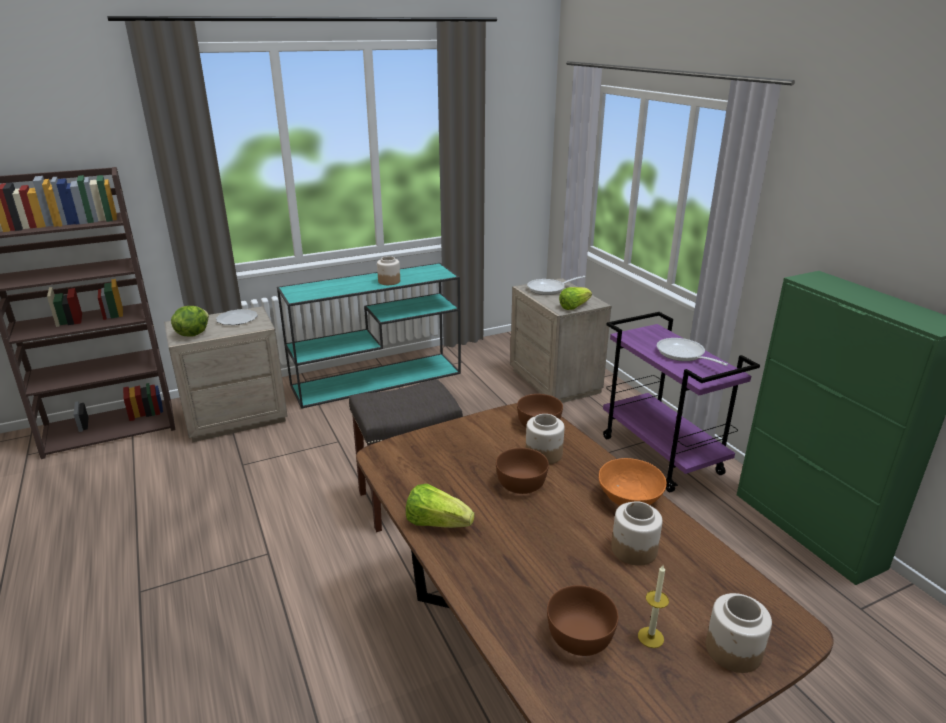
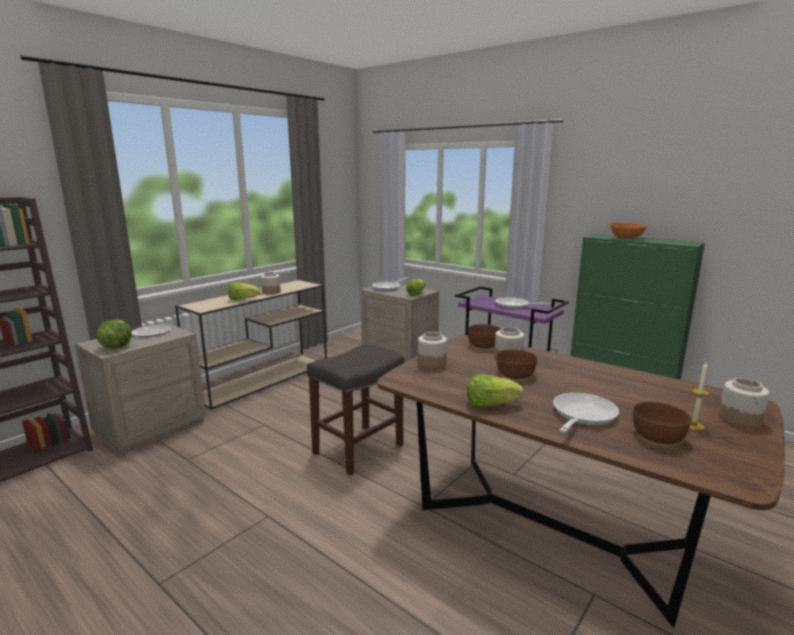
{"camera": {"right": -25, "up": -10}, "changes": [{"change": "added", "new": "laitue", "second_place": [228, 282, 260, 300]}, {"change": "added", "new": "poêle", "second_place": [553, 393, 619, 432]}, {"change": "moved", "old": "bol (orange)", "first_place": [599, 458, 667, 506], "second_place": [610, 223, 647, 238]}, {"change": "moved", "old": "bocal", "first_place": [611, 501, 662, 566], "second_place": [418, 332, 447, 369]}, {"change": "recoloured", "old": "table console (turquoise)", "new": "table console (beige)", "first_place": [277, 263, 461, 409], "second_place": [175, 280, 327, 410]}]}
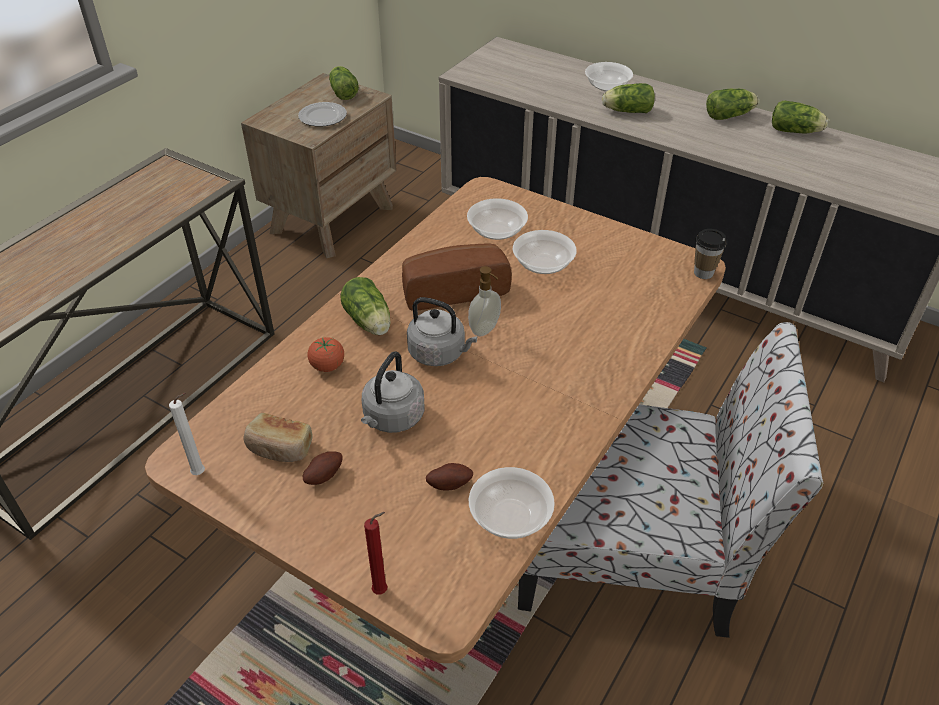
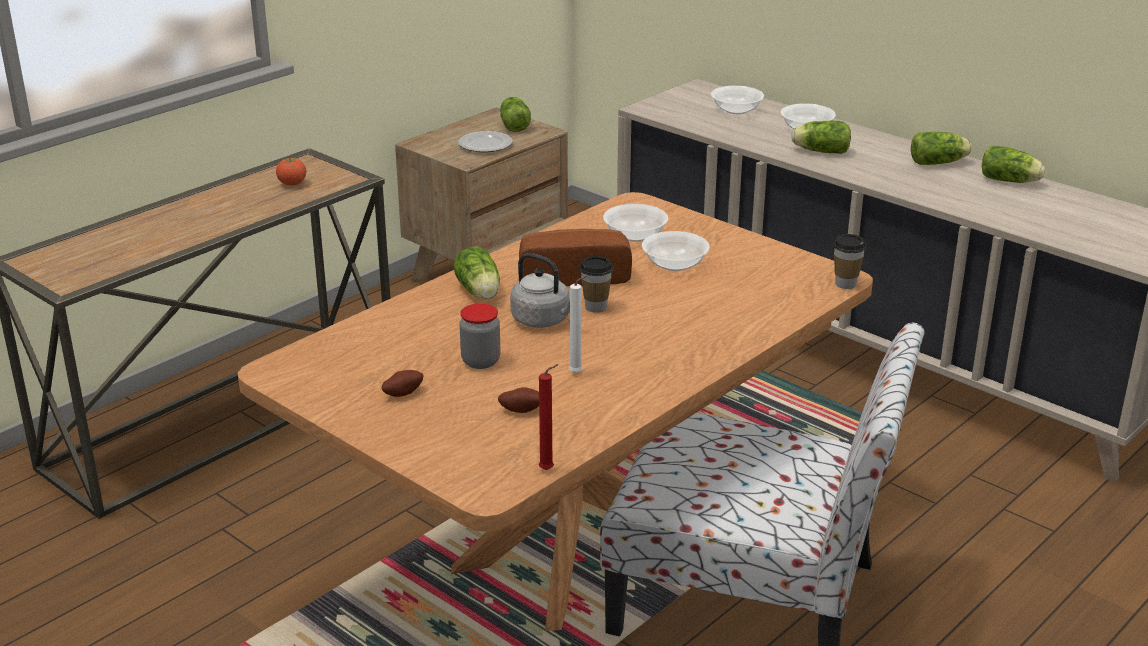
{"camera": {"right": 10, "up": -15}, "changes": [{"change": "removed", "old": "pain", "first_place": [243, 413, 313, 462]}, {"change": "moved", "old": "bougie (blanc)", "first_place": [169, 393, 205, 475], "second_place": [569, 275, 587, 373]}, {"change": "moved", "old": "tomate", "first_place": [308, 337, 344, 372], "second_place": [276, 157, 306, 186]}, {"change": "moved", "old": "bougie (rouge)", "first_place": [364, 512, 388, 595], "second_place": [539, 364, 559, 470]}, {"change": "moved", "old": "bol", "first_place": [469, 467, 555, 539], "second_place": [711, 86, 764, 114]}, {"change": "replaced", "old": "bouilloire (gris)", "new": "bocal", "first_place": [361, 351, 425, 433], "second_place": [459, 303, 501, 369]}, {"change": "replaced", "old": "distributeur de savon", "new": "tasse", "first_place": [468, 266, 501, 336], "second_place": [579, 256, 613, 313]}]}
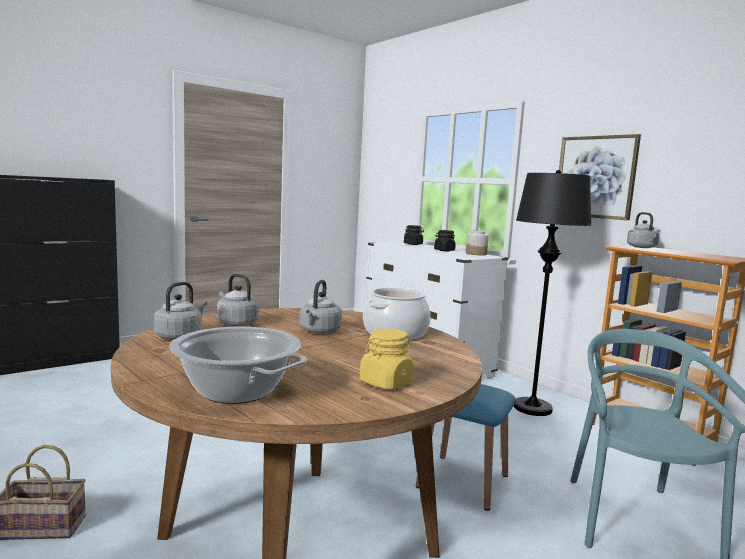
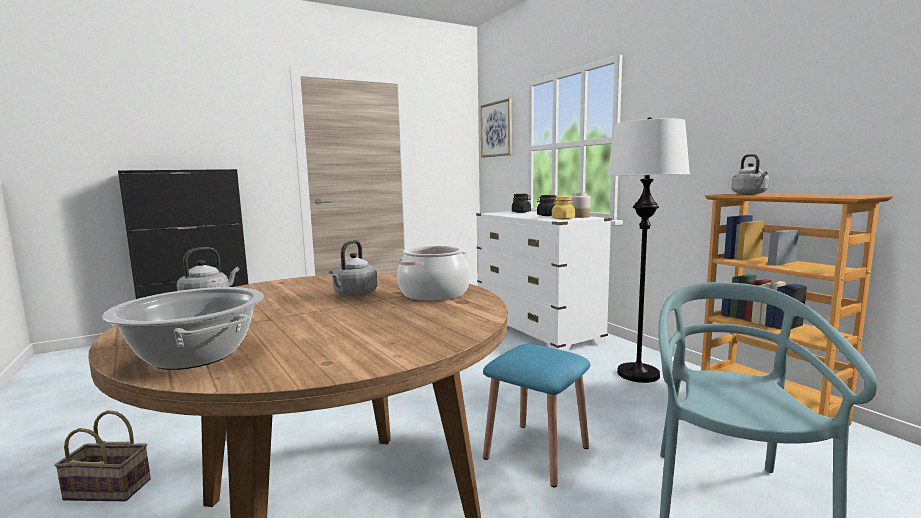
{"camera": {"right": 10, "up": 0}, "changes": [{"change": "removed", "old": "bouilloire (gris)", "first_place": [217, 274, 259, 327]}, {"change": "moved", "old": "bocal (jaune)", "first_place": [360, 329, 414, 389], "second_place": [552, 196, 575, 219]}, {"change": "moved", "old": "tableau", "first_place": [559, 134, 641, 220], "second_place": [480, 98, 512, 158]}, {"change": "recoloured", "old": "lampadaire (noir)", "new": "lampadaire (blanc)", "first_place": [514, 170, 592, 416], "second_place": [607, 117, 690, 383]}]}
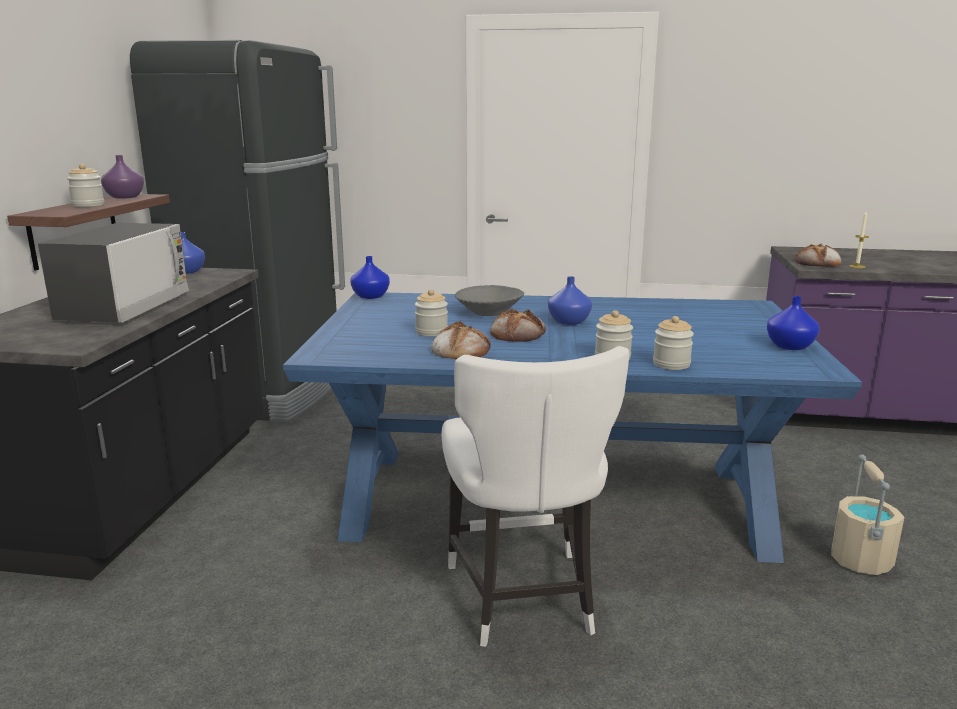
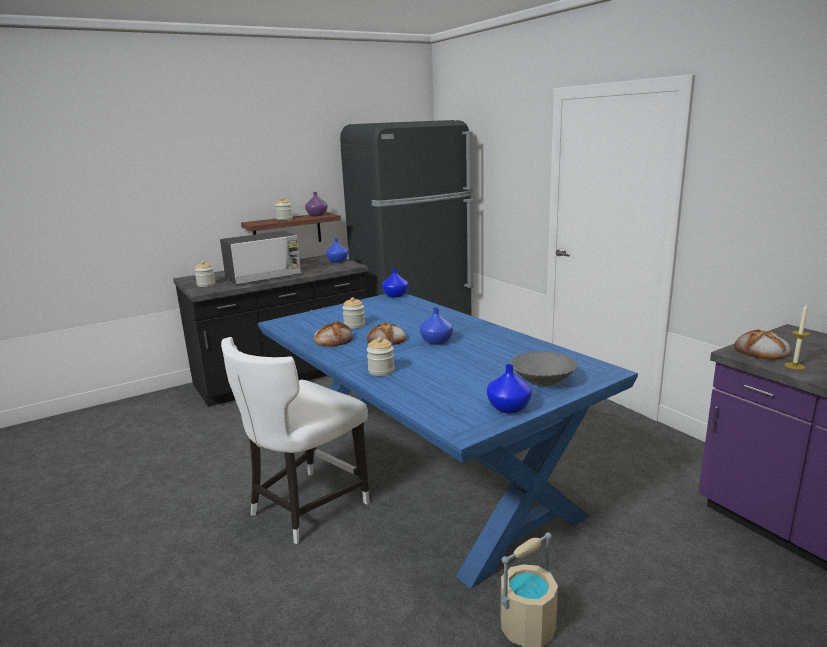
{"camera": {"right": 50, "up": 0}, "changes": [{"change": "moved", "old": "bol (gris)", "first_place": [455, 285, 524, 316], "second_place": [510, 351, 578, 386]}, {"change": "moved", "old": "bocal", "first_place": [653, 316, 694, 370], "second_place": [194, 261, 215, 287]}]}
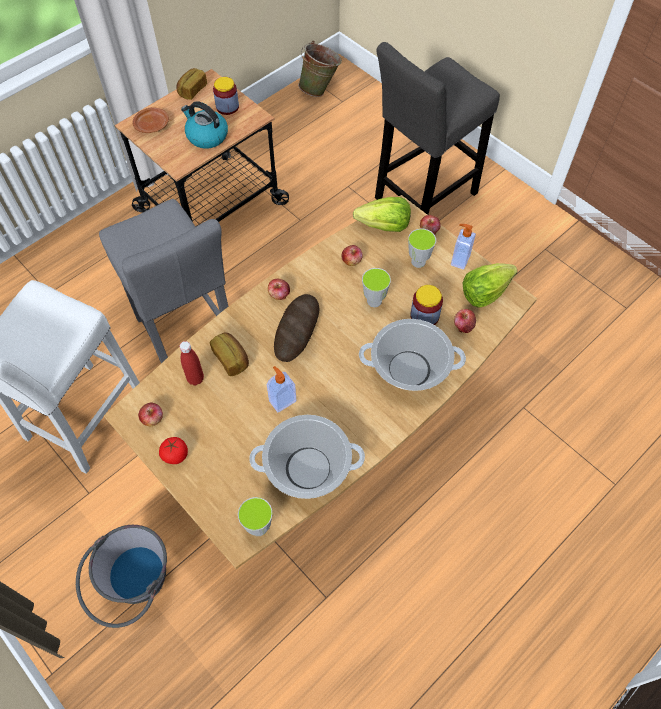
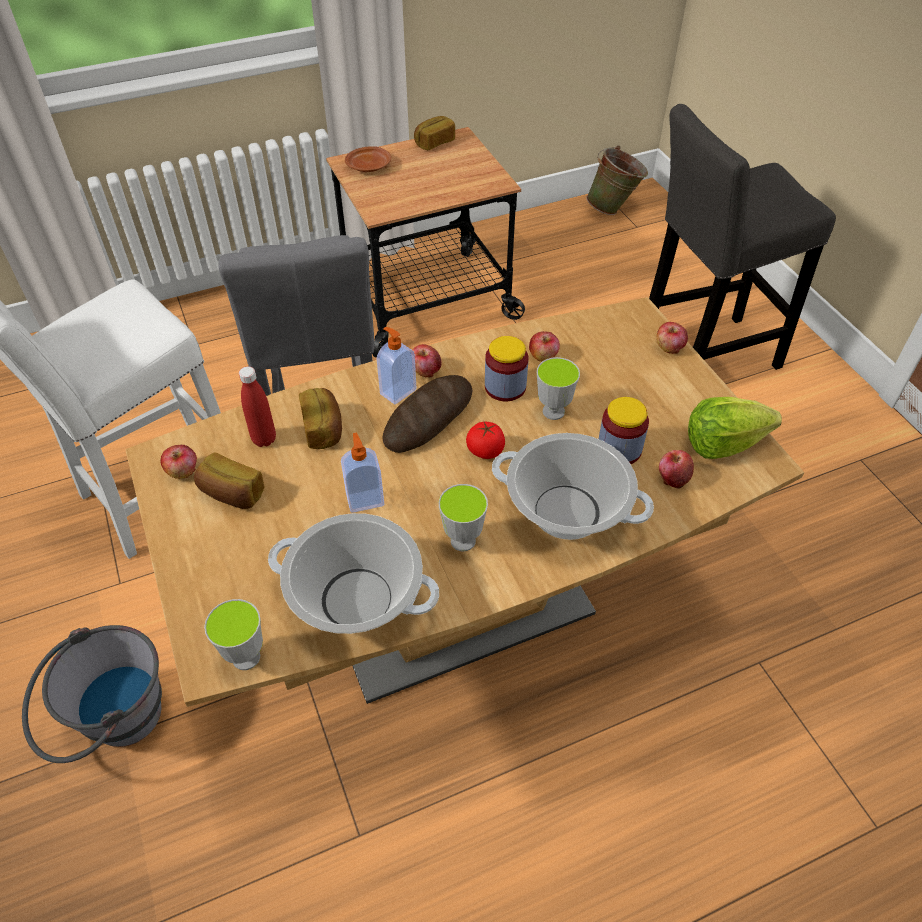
{"camera": {"right": 20, "up": -10}, "changes": [{"change": "removed", "old": "bouilloire", "first_place": [181, 101, 228, 149]}, {"change": "removed", "old": "laitue", "first_place": [353, 197, 411, 232]}, {"change": "added", "new": "pain", "second_place": [194, 452, 265, 509]}, {"change": "moved", "old": "tomate", "first_place": [159, 437, 188, 464], "second_place": [466, 422, 505, 459]}, {"change": "moved", "old": "bocal", "first_place": [213, 77, 239, 115], "second_place": [485, 336, 528, 401]}, {"change": "moved", "old": "tasse", "first_place": [408, 228, 436, 268], "second_place": [439, 484, 488, 551]}, {"change": "moved", "old": "distributeur de savon", "first_place": [451, 224, 476, 270], "second_place": [377, 327, 416, 405]}]}
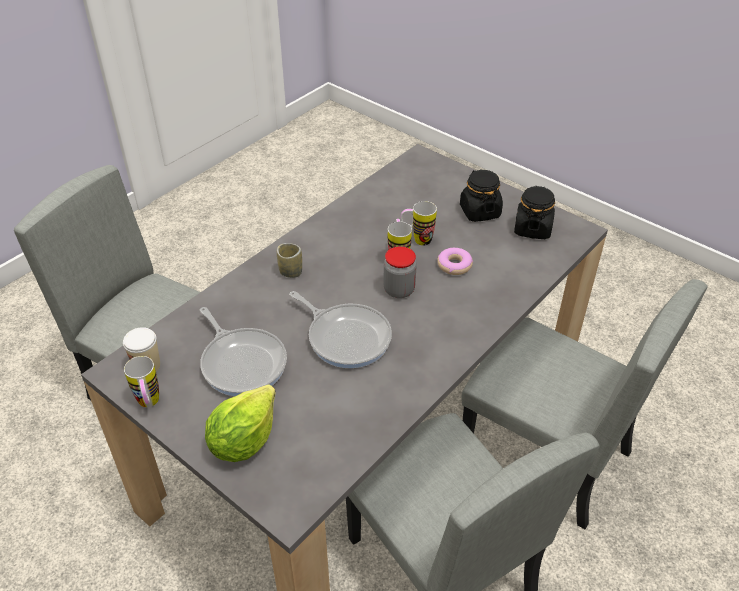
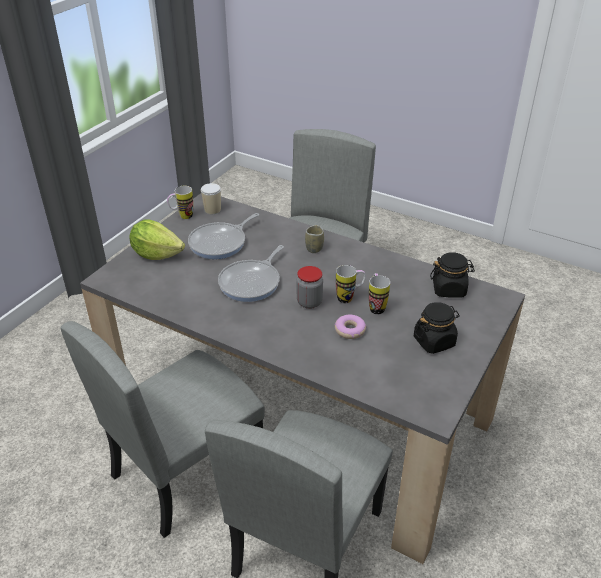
{"camera": {"right": 80, "up": -5}, "changes": [{"change": "moved", "old": "bocal (noir)", "first_place": [514, 186, 555, 239], "second_place": [430, 252, 475, 298]}]}
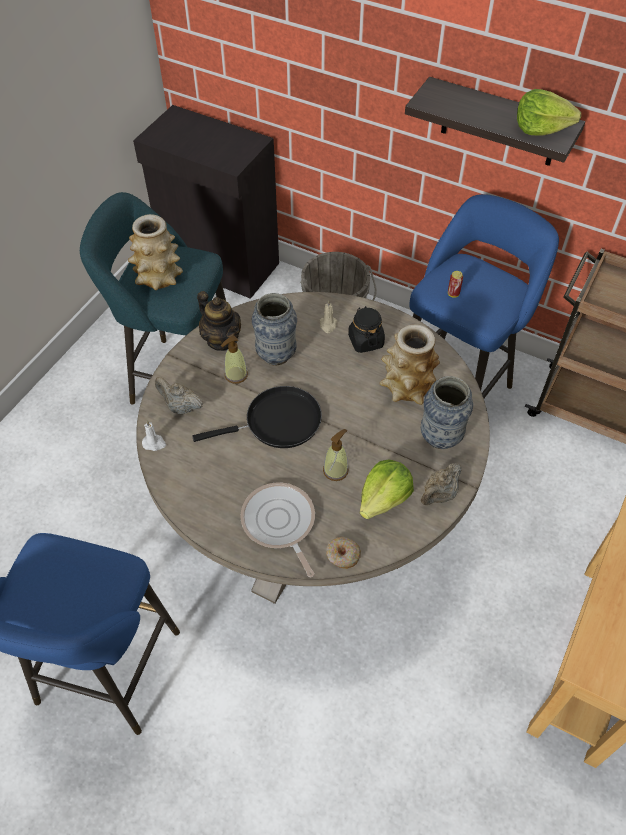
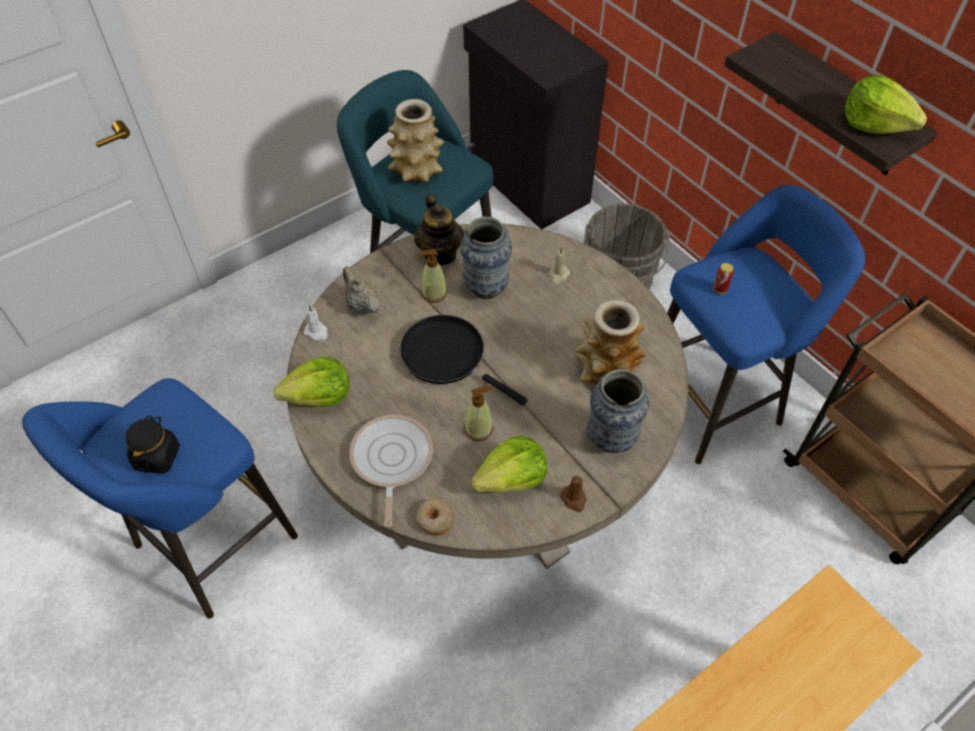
{"camera": {"right": 25, "up": 0}, "changes": [{"change": "added", "new": "laitue", "second_place": [274, 357, 350, 407]}, {"change": "moved", "old": "bocal (noir)", "first_place": [348, 306, 385, 353], "second_place": [126, 416, 180, 474]}, {"change": "replaced", "old": "théière (beige)", "new": "bougie (marron)", "first_place": [421, 463, 461, 505], "second_place": [560, 475, 587, 512]}, {"change": "turned", "old": "poêle (noir)", "first_place": [192, 386, 322, 448], "second_place": [400, 315, 528, 405], "degrees": -150}]}
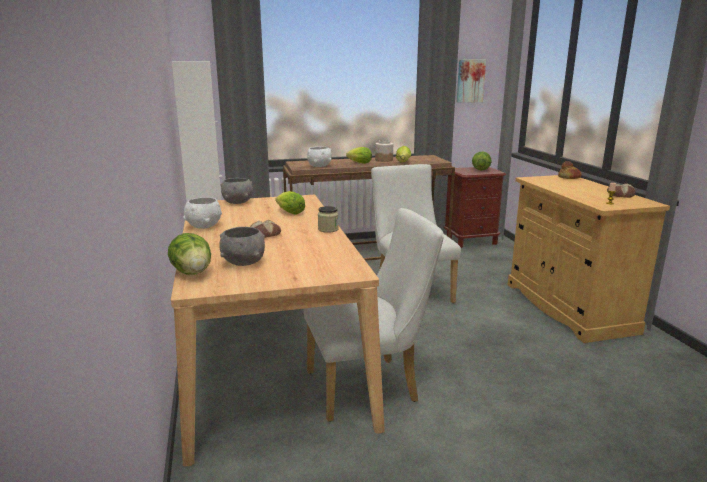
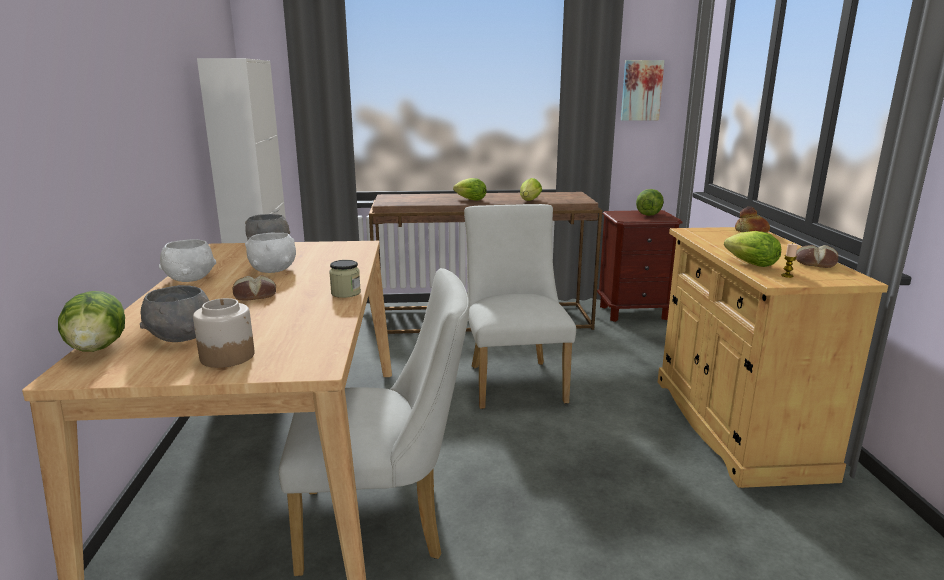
{"camera": {"right": 10, "up": 0}, "changes": [{"change": "moved", "old": "laitue", "first_place": [275, 191, 305, 214], "second_place": [724, 231, 781, 267]}, {"change": "moved", "old": "bol (blanc)", "first_place": [307, 147, 332, 167], "second_place": [245, 233, 296, 273]}, {"change": "moved", "old": "bocal", "first_place": [375, 140, 393, 162], "second_place": [193, 298, 255, 368]}]}
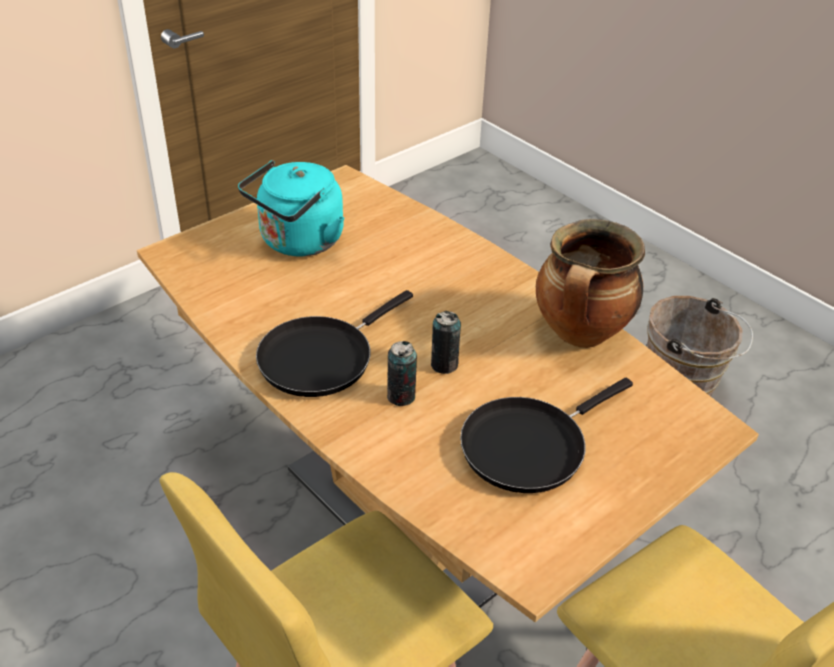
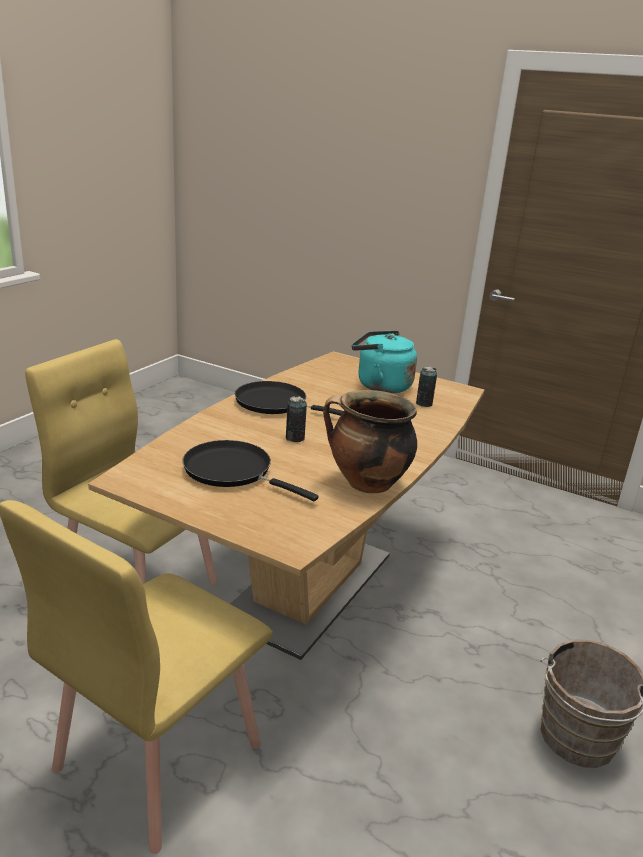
{"camera": {"right": 70, "up": -15}, "changes": [{"change": "moved", "old": "boîte métallique", "first_place": [387, 341, 417, 406], "second_place": [416, 367, 437, 407]}]}
